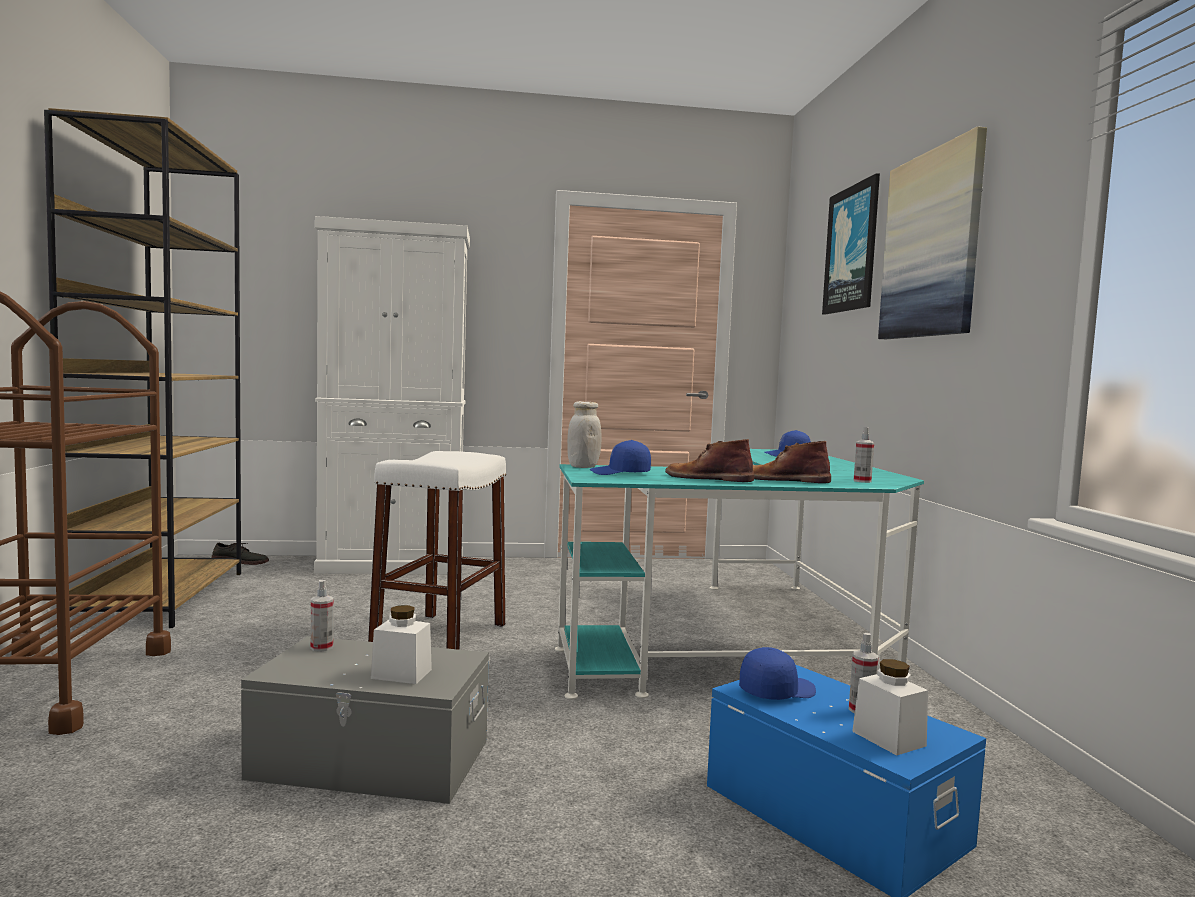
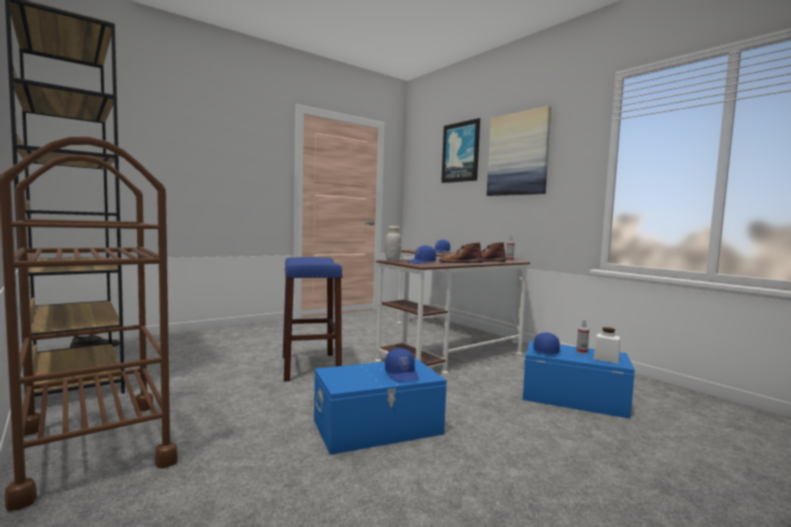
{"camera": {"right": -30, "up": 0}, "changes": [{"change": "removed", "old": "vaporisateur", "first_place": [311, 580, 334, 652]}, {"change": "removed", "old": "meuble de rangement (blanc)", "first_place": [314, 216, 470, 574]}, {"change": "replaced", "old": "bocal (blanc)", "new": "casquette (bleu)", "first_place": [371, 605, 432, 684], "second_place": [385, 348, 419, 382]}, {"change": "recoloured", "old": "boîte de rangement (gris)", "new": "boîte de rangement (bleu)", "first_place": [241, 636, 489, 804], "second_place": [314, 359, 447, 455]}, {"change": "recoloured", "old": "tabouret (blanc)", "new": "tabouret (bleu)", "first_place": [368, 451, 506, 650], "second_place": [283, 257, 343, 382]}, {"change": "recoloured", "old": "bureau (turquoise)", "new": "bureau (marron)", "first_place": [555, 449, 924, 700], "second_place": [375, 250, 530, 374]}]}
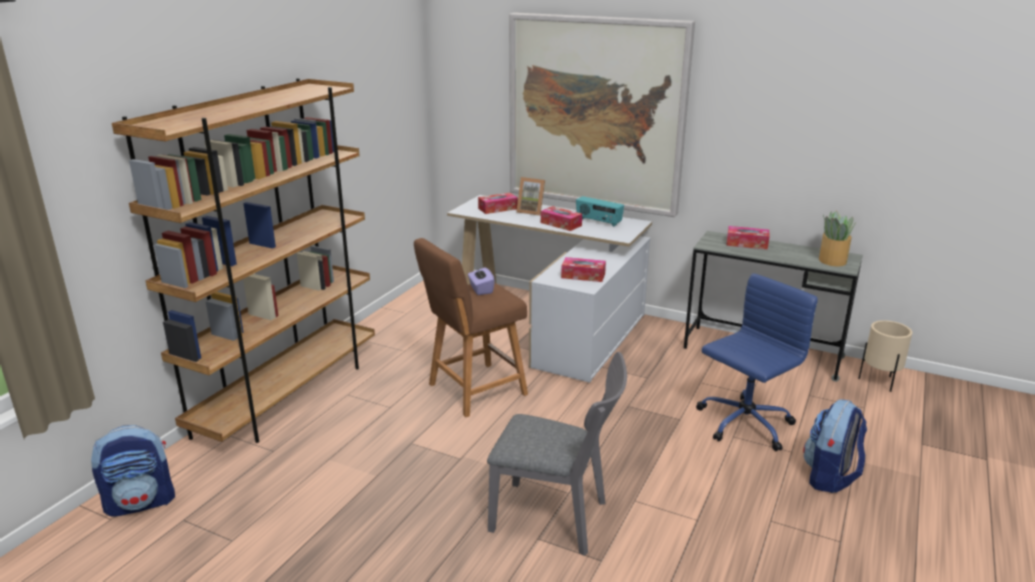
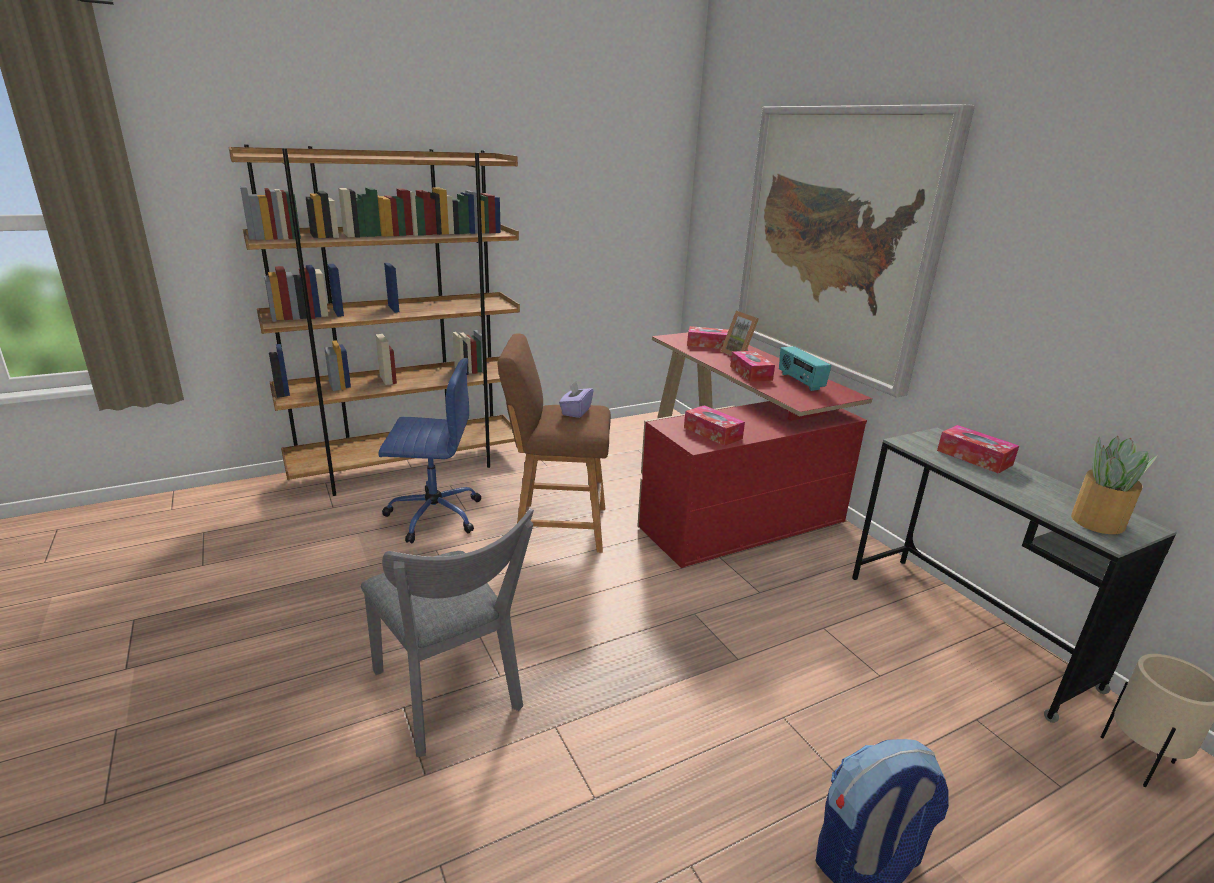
{"camera": {"right": 35, "up": 0}, "changes": [{"change": "removed", "old": "sac à dos", "first_place": [91, 425, 175, 517]}, {"change": "moved", "old": "chaise de bureau (bleu)", "first_place": [696, 273, 818, 451], "second_place": [378, 358, 481, 543]}, {"change": "recoloured", "old": "bureau (blanc)", "new": "bureau (rouge)", "first_place": [447, 195, 652, 383], "second_place": [637, 332, 872, 568]}]}
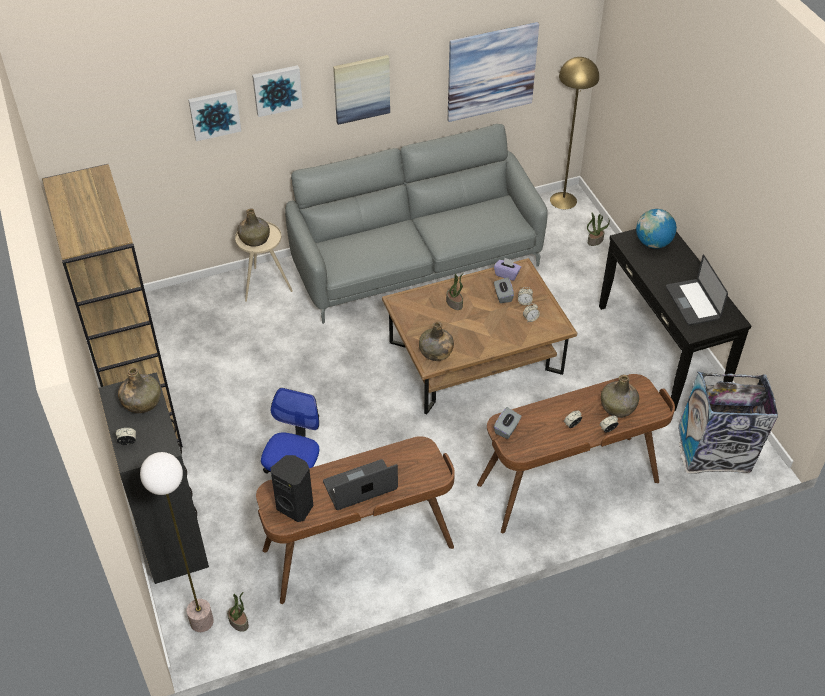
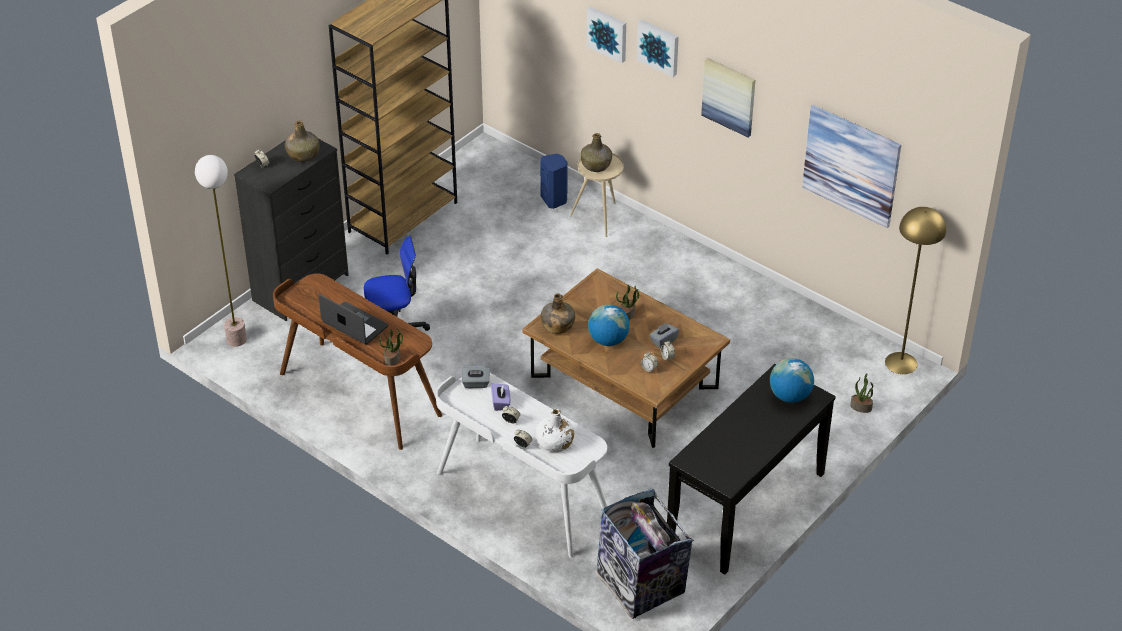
{"camera": {"right": 60, "up": -5}, "changes": [{"change": "removed", "old": "enceinte (noir)", "first_place": [271, 455, 313, 522]}, {"change": "removed", "old": "canapé (gris)", "first_place": [285, 124, 548, 324]}, {"change": "removed", "old": "ordinateur portable", "first_place": [666, 254, 728, 325]}, {"change": "added", "new": "enceinte (bleu)", "second_place": [540, 154, 567, 209]}, {"change": "added", "new": "globe", "second_place": [588, 304, 630, 346]}, {"change": "moved", "old": "plante en pot", "first_place": [227, 592, 249, 632], "second_place": [379, 328, 403, 366]}, {"change": "moved", "old": "boîte à mouchoirs (violet)", "first_place": [494, 257, 521, 281], "second_place": [491, 383, 510, 411]}, {"change": "recoloured", "old": "bureau (marron)", "new": "bureau (blanc)", "first_place": [477, 374, 675, 534], "second_place": [436, 373, 607, 558]}, {"change": "recoloured", "old": "bouteille (vert)", "new": "bouteille (blanc)", "first_place": [601, 375, 639, 418], "second_place": [536, 409, 574, 452]}]}
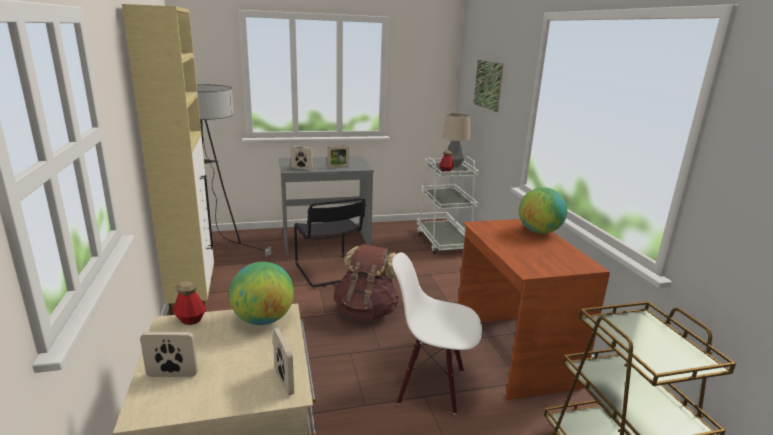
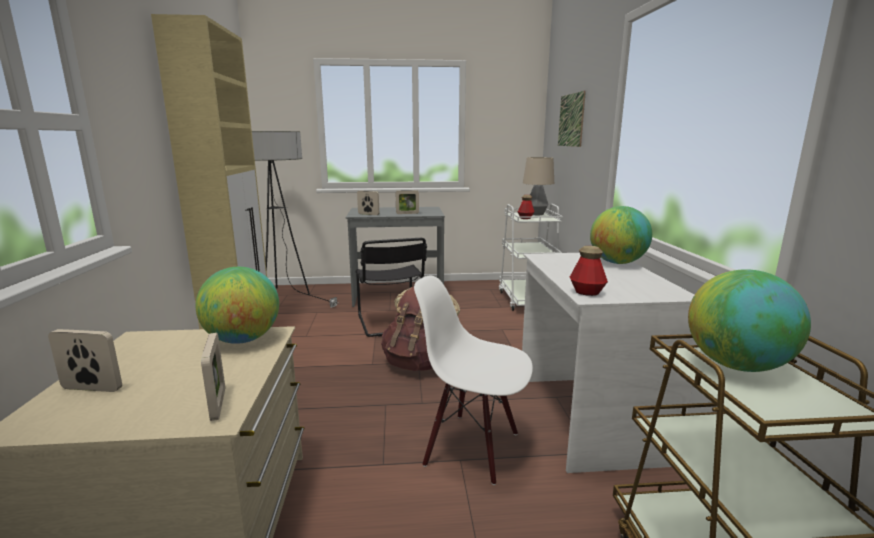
{"camera": {"right": 10, "up": -5}, "changes": [{"change": "added", "new": "globe", "second_place": [688, 270, 811, 372]}, {"change": "moved", "old": "bouteille", "first_place": [173, 281, 206, 325], "second_place": [570, 246, 608, 296]}, {"change": "recoloured", "old": "bureau (marron)", "new": "bureau (blanc)", "first_place": [458, 219, 610, 400], "second_place": [522, 253, 697, 473]}]}
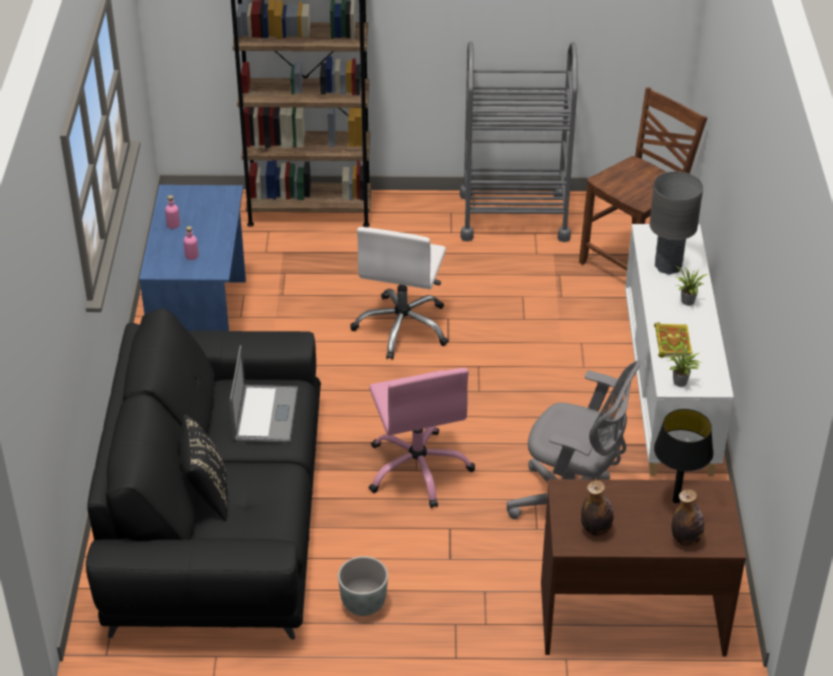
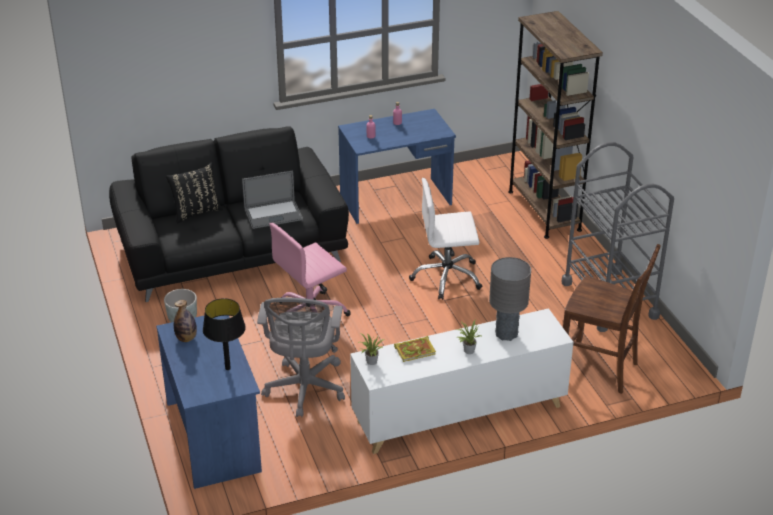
{"camera": {"right": 70, "up": -5}, "changes": [{"change": "removed", "old": "bouteille", "first_place": [672, 489, 704, 546]}, {"change": "recoloured", "old": "bureau (marron)", "new": "bureau (bleu)", "first_place": [541, 479, 746, 656], "second_place": [156, 315, 262, 489]}]}
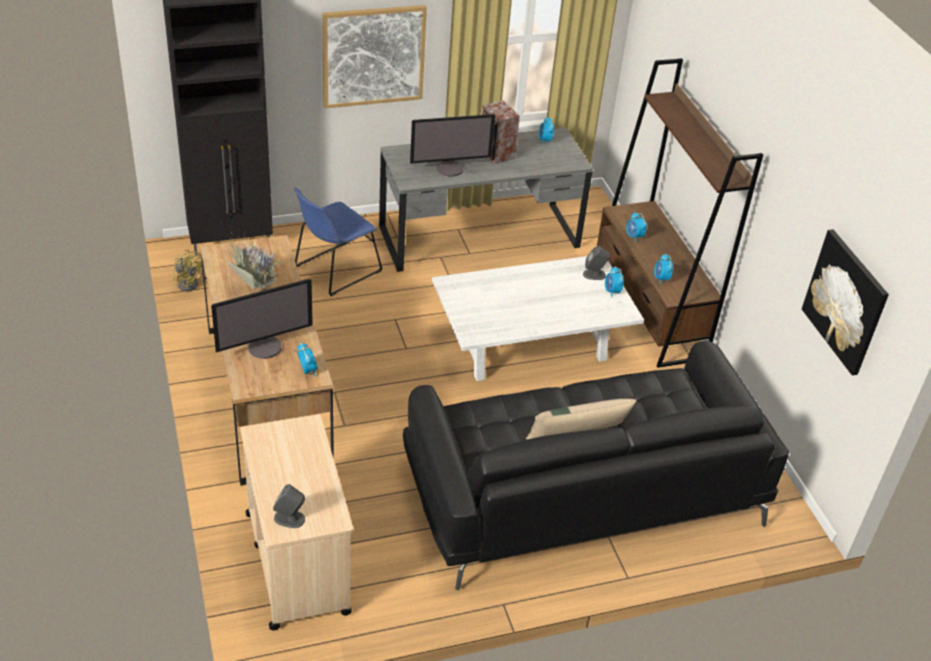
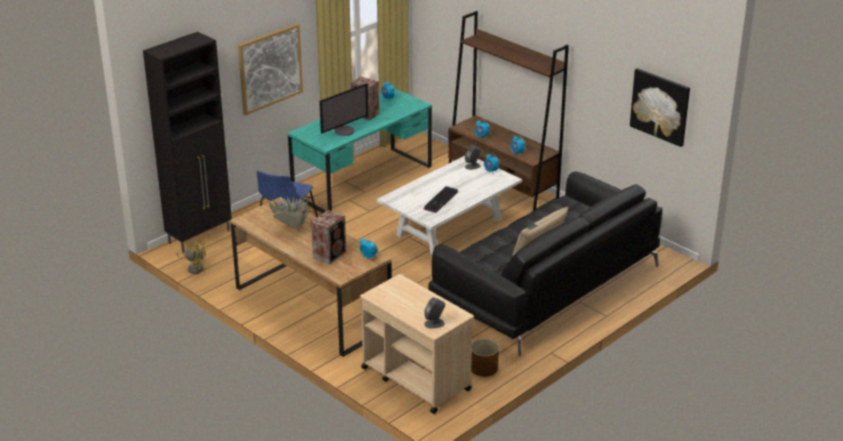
{"camera": {"right": -25, "up": -10}, "changes": [{"change": "added", "new": "clavier", "second_place": [423, 186, 458, 213]}, {"change": "added", "new": "cache-pot (marron)", "second_place": [471, 339, 499, 377]}, {"change": "replaced", "old": "écran d'ordinateur", "new": "enceinte", "first_place": [211, 279, 313, 359], "second_place": [311, 210, 346, 264]}, {"change": "recoloured", "old": "bureau (gris)", "new": "bureau (turquoise)", "first_place": [379, 127, 593, 272], "second_place": [288, 88, 432, 213]}]}
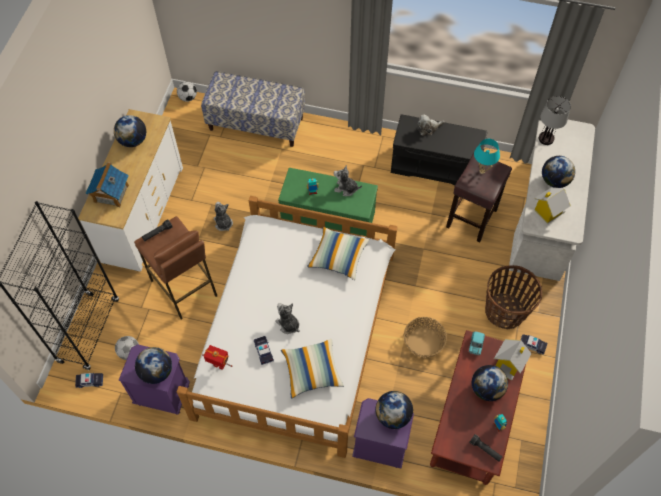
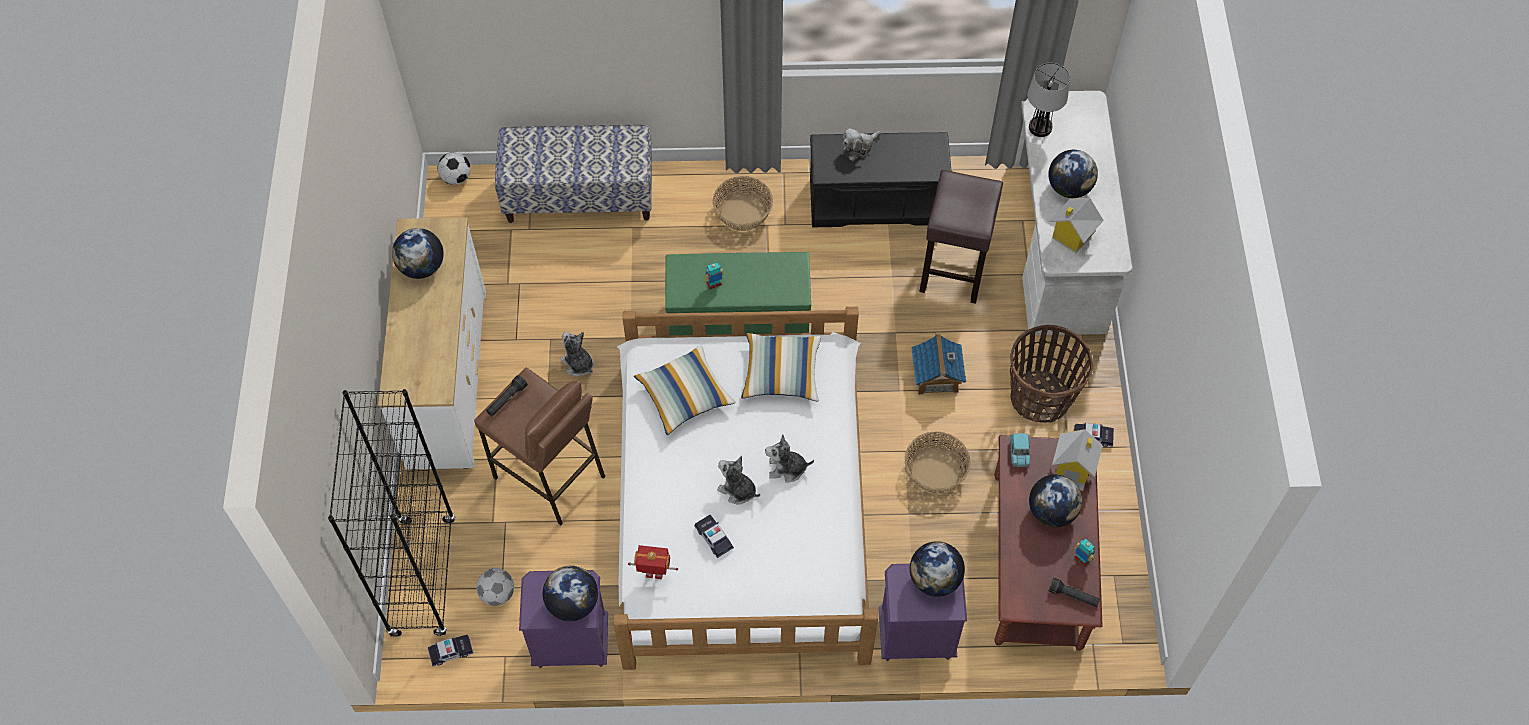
{"camera": {"right": -15, "up": 0}, "changes": [{"change": "removed", "old": "lampe de table (turquoise)", "first_place": [474, 139, 500, 174]}, {"change": "added", "new": "panier", "second_place": [713, 176, 773, 231]}, {"change": "moved", "old": "maison miniature", "first_place": [86, 162, 129, 207], "second_place": [911, 333, 966, 395]}, {"change": "moved", "old": "coussin", "first_place": [281, 339, 344, 398], "second_place": [634, 345, 736, 435]}, {"change": "moved", "old": "peluche", "first_place": [334, 165, 362, 196], "second_place": [765, 434, 814, 483]}]}
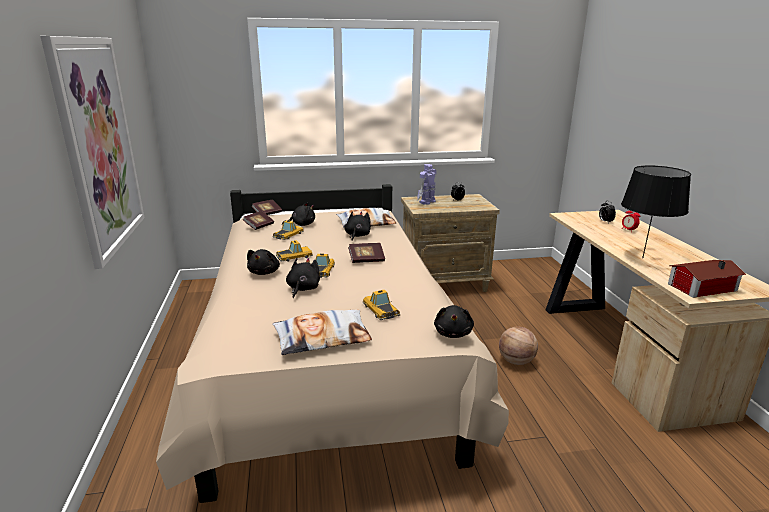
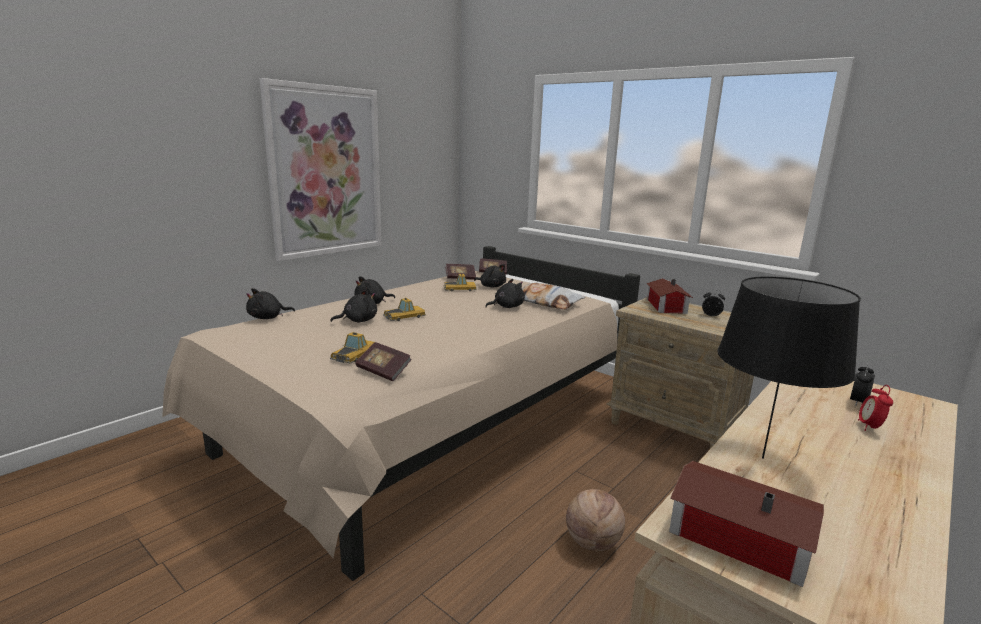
{"camera": {"right": 50, "up": -5}, "changes": [{"change": "removed", "old": "coussin", "first_place": [272, 310, 372, 355]}, {"change": "removed", "old": "petite voiture", "first_place": [276, 240, 313, 262]}, {"change": "moved", "old": "livre", "first_place": [348, 243, 385, 263], "second_place": [355, 342, 412, 381]}, {"change": "moved", "old": "peluche (noir)", "first_place": [434, 305, 474, 338], "second_place": [246, 288, 295, 319]}, {"change": "replaced", "old": "robot jouet", "new": "maison miniature", "first_place": [417, 164, 437, 205], "second_place": [647, 278, 693, 314]}]}
